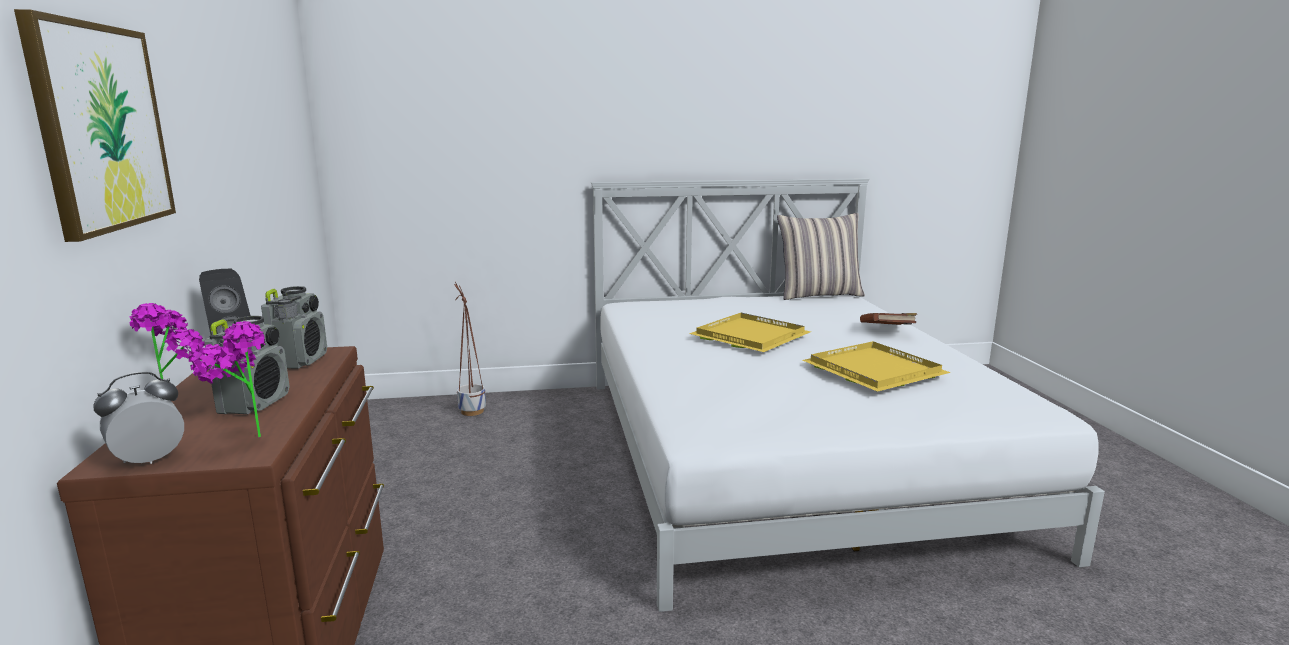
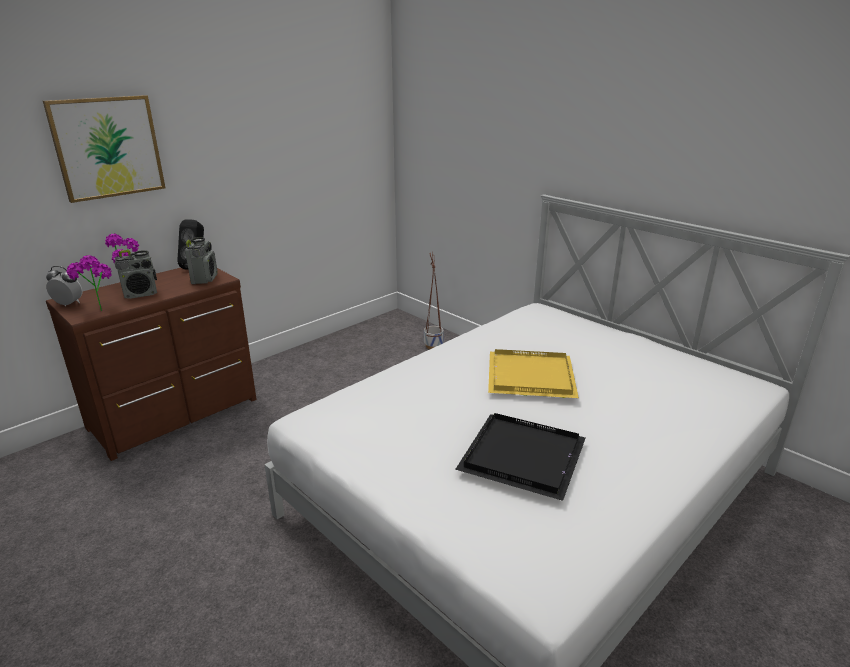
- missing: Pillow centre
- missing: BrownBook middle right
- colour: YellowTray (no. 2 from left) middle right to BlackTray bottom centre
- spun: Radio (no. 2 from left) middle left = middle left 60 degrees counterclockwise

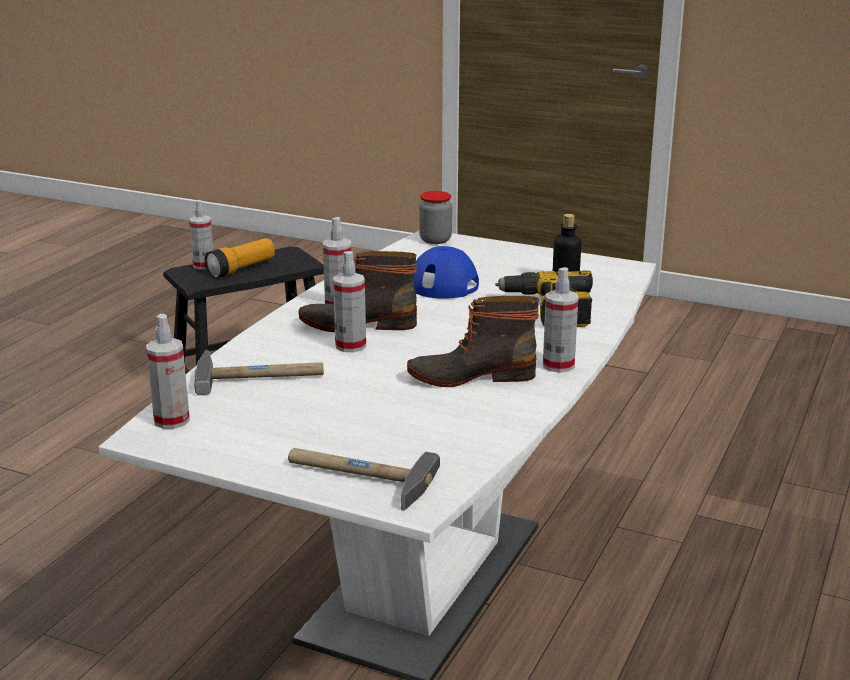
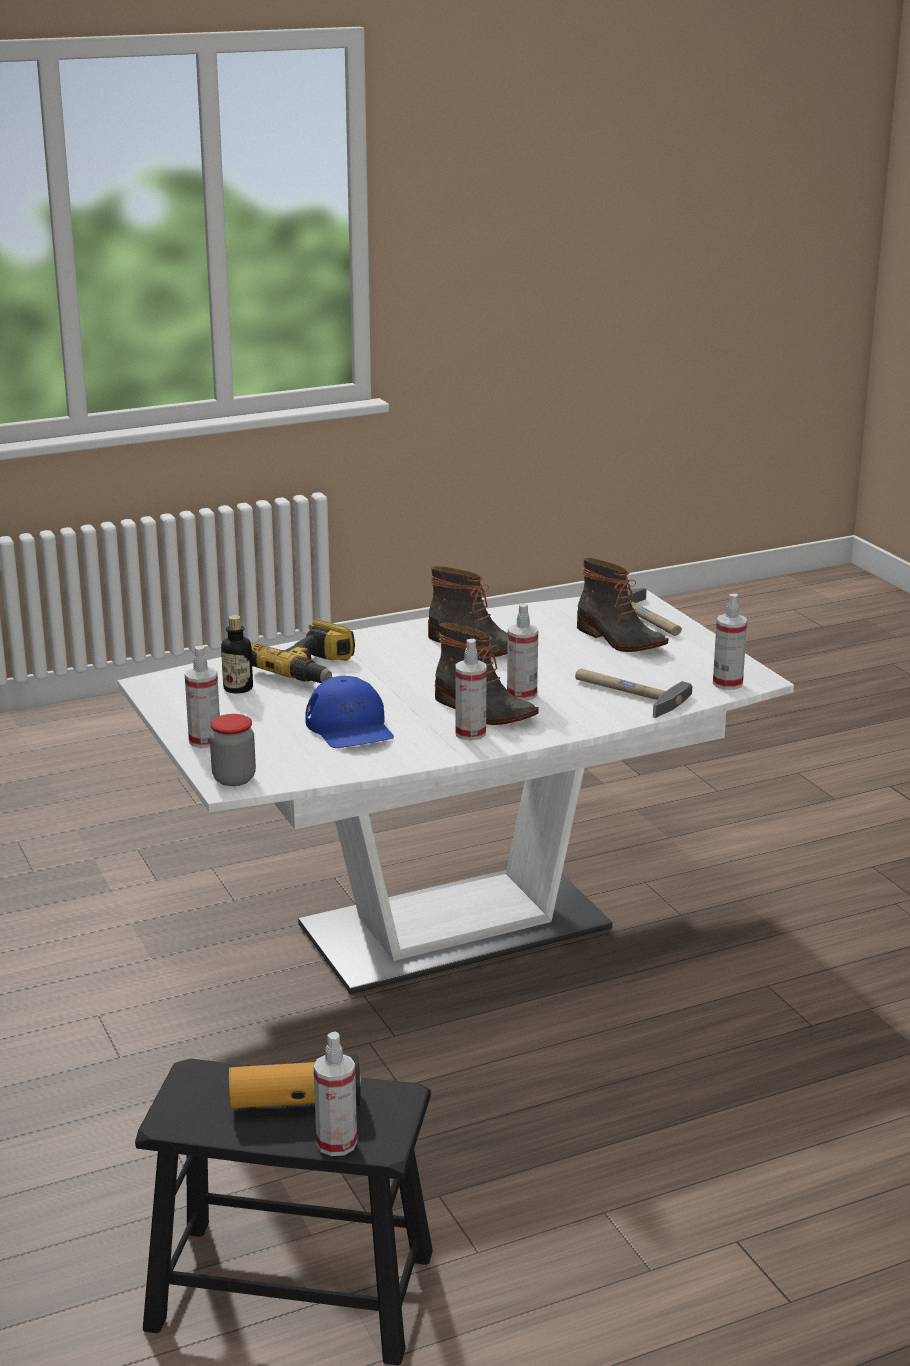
- appeared: Boot (no. 3 from left) middle right
- relocated: SprayBottle (no. 5 from left in the first image) centre to SprayBottle (no. 1 from left) middle left

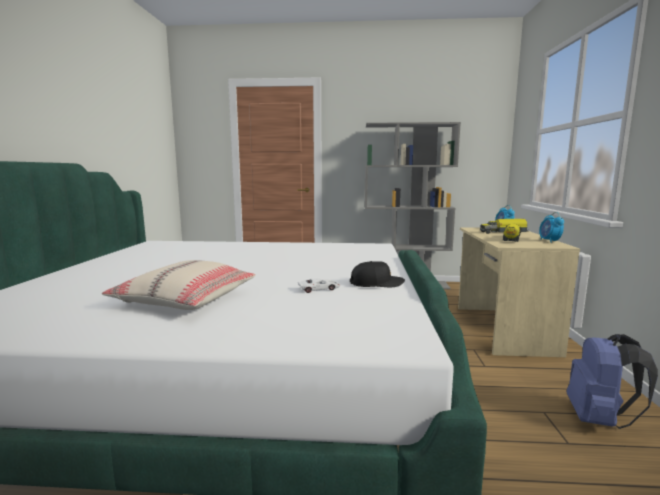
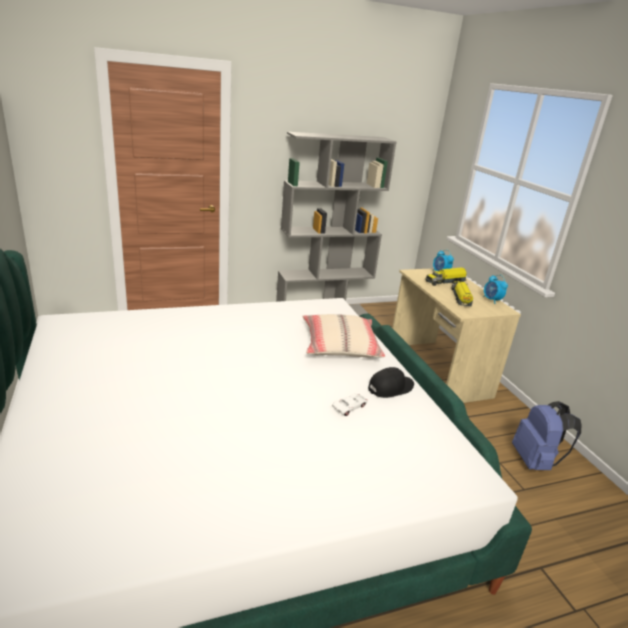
- relocated: BeigePillow middle left to centre

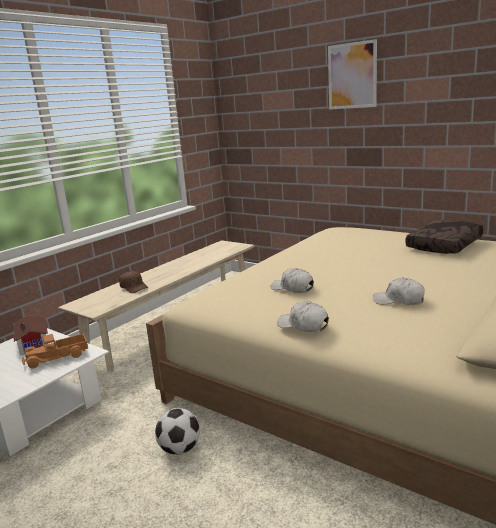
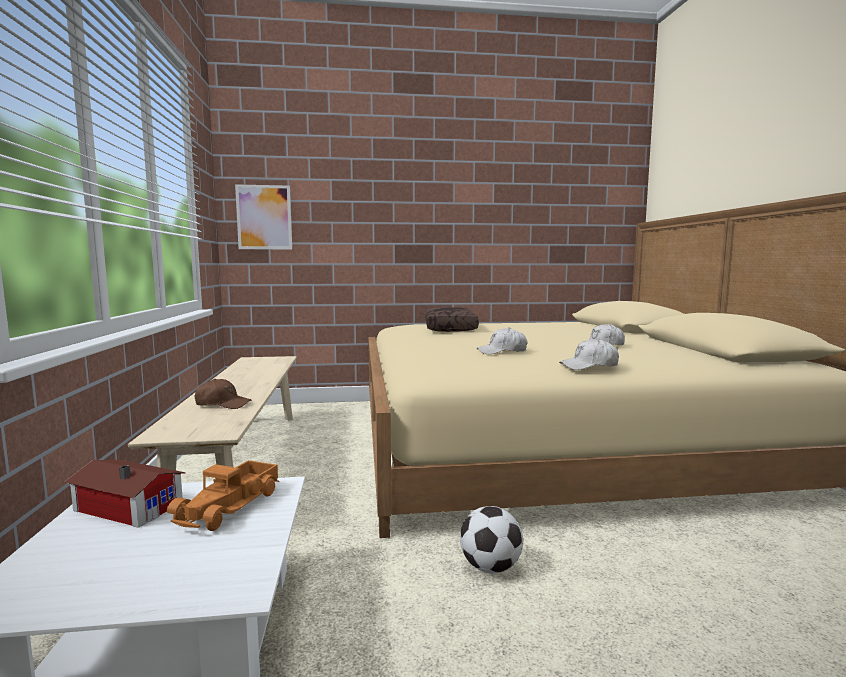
- relocated: Picture top right to top left
- relocated: BrownPillow middle right to centre

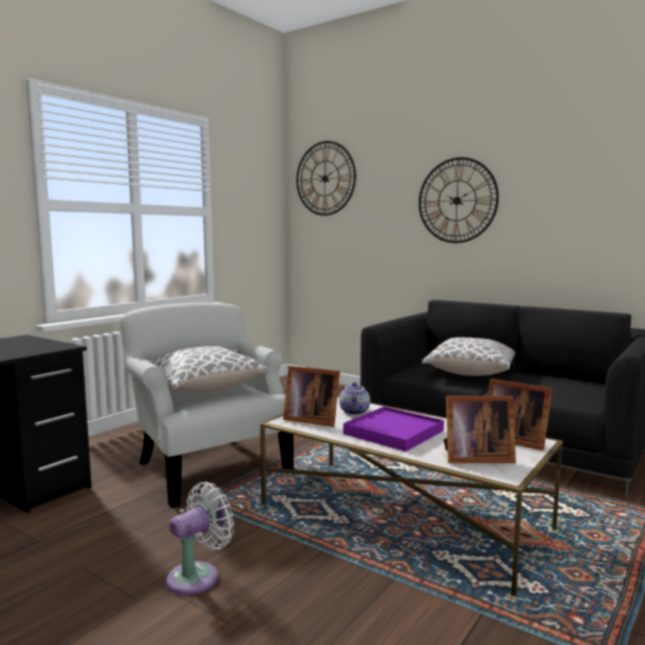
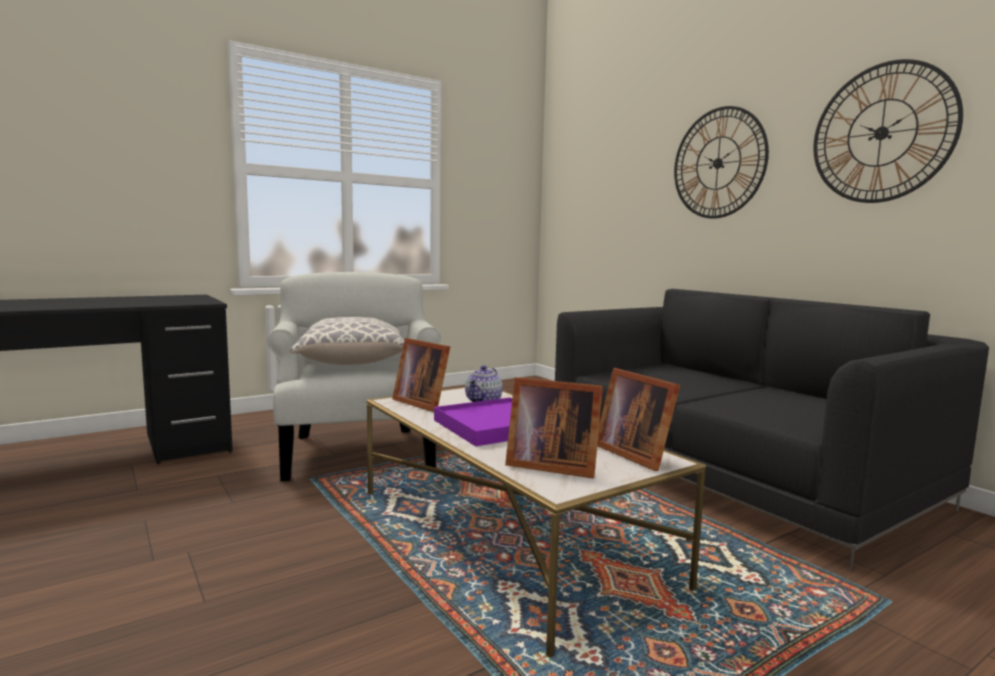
- missing: WhiteFan bottom left
- missing: Pillow (no. 2 from left) middle right
- relocated: WallClock (no. 1 from left in the first image) top centre to WallClock (no. 2 from left) top right

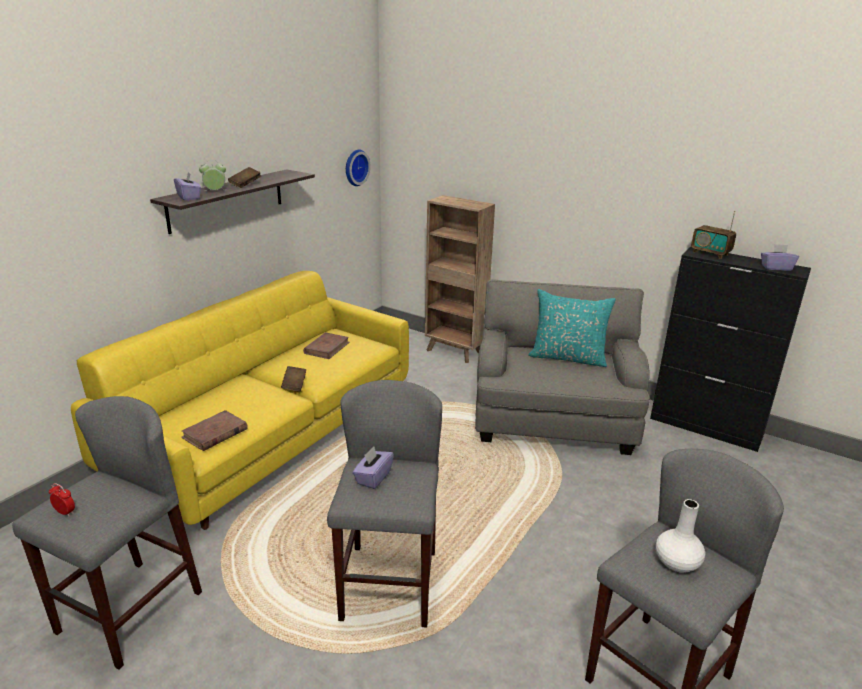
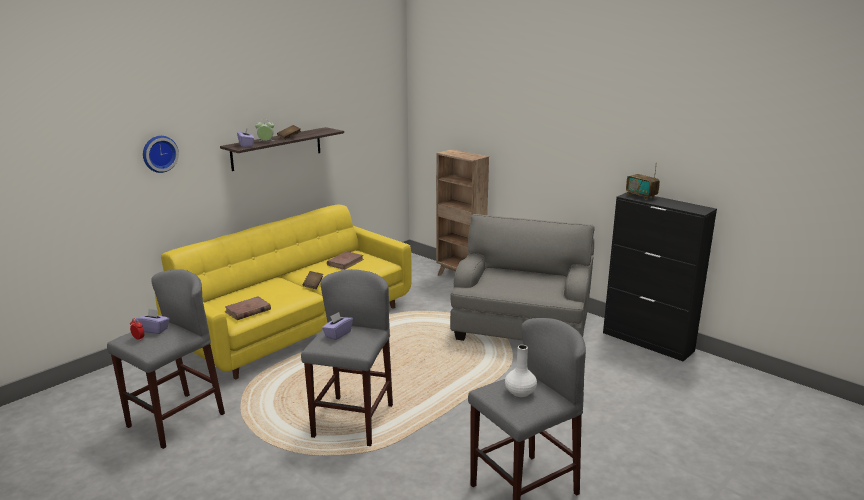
- missing: TurquoisePillow centre
- relocated: WallClock top centre to top left
- relocated: PurpleTissueBox (no. 3 from left in the first image) middle right to PurpleTissueBox (no. 1 from left) middle left

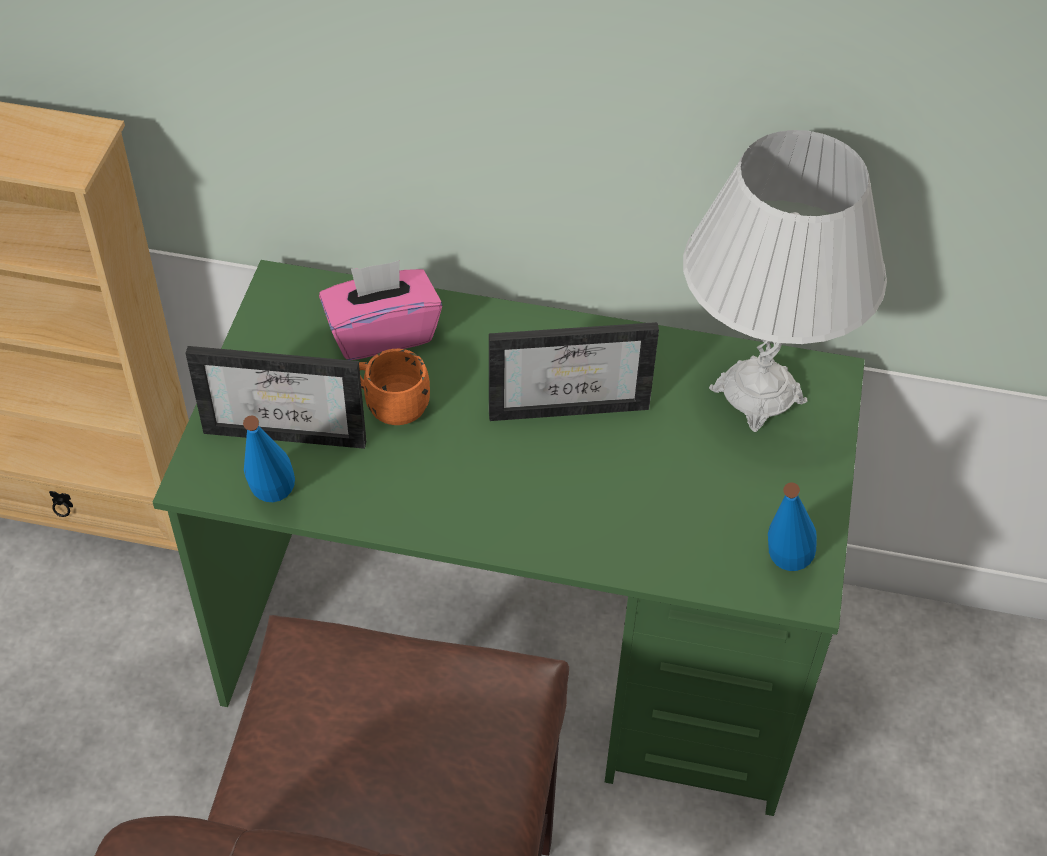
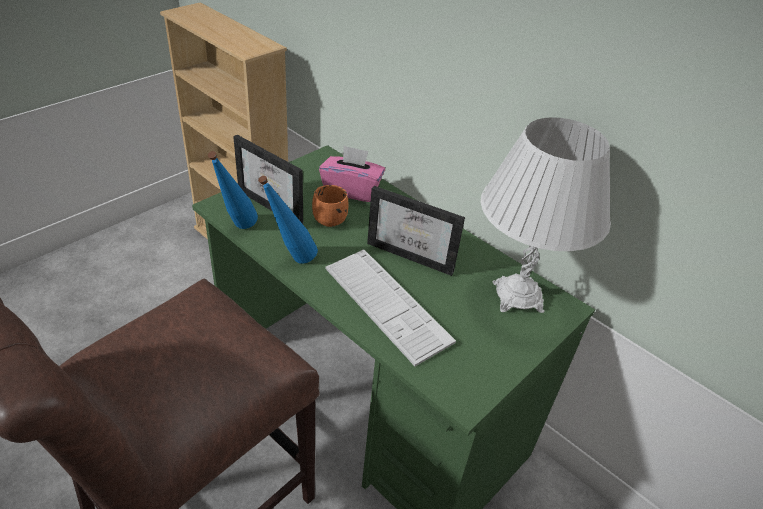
- appeared: Keyboard centre
- relocated: BlueBottle (no. 2 from left) middle right to centre

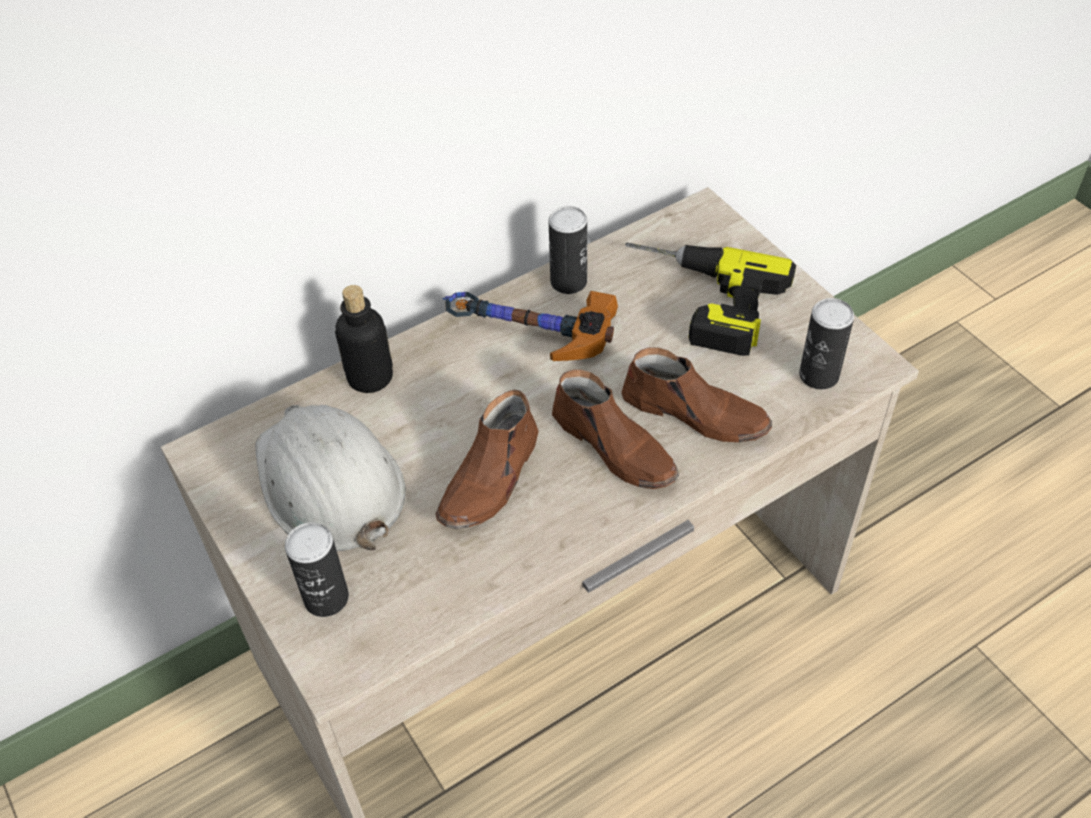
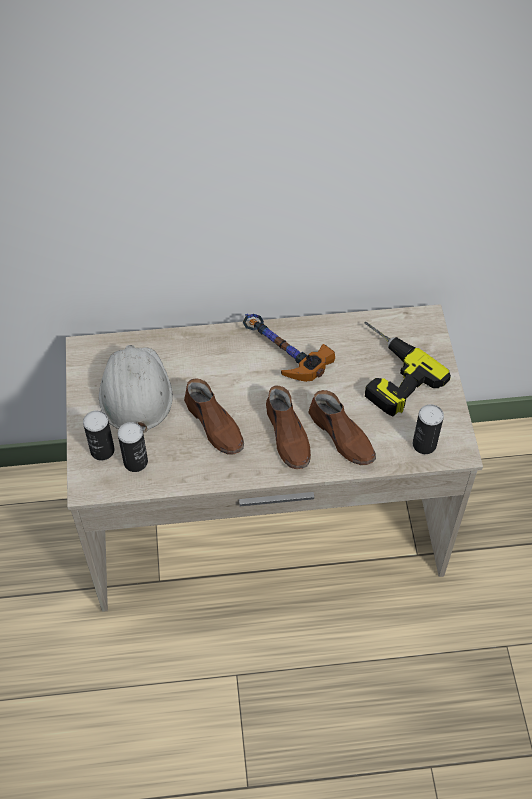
- missing: Bottle centre
- relocated: Can (no. 2 from left) top centre to middle left
- spun: BrownShoe (no. 1 from left) centre = centre 90 degrees counterclockwise

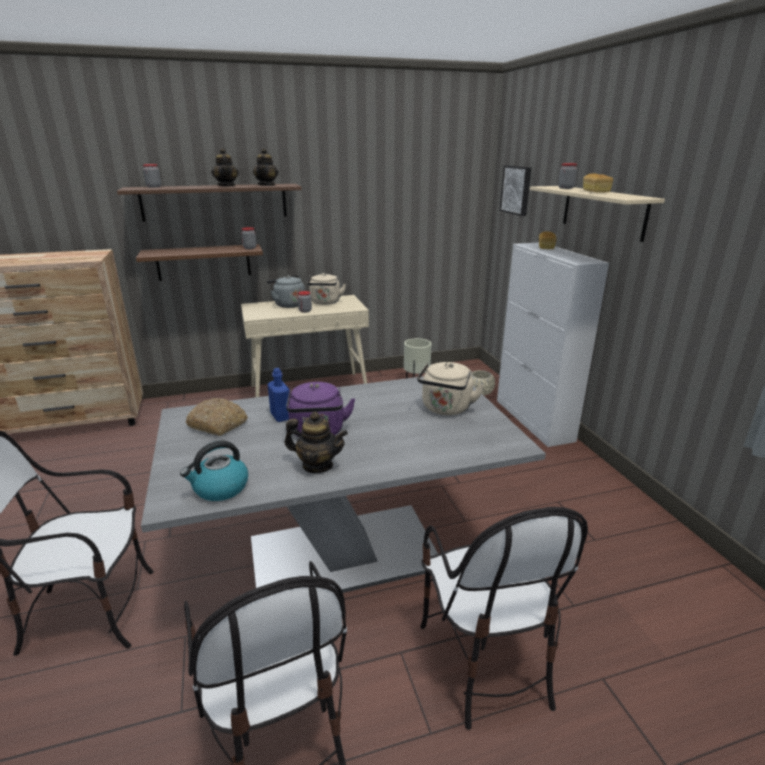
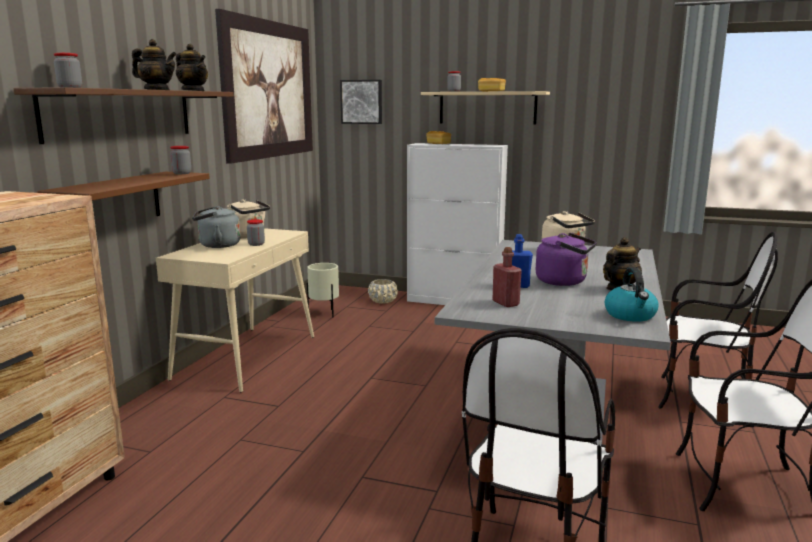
- appeared: Picture (no. 1 from left) top left
- exchanged: Bread (no. 1 from left) middle left to RedBottle centre

